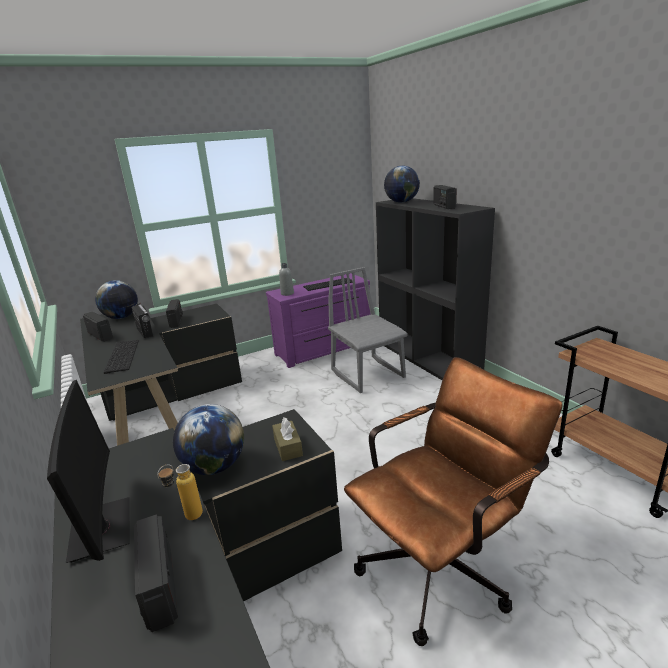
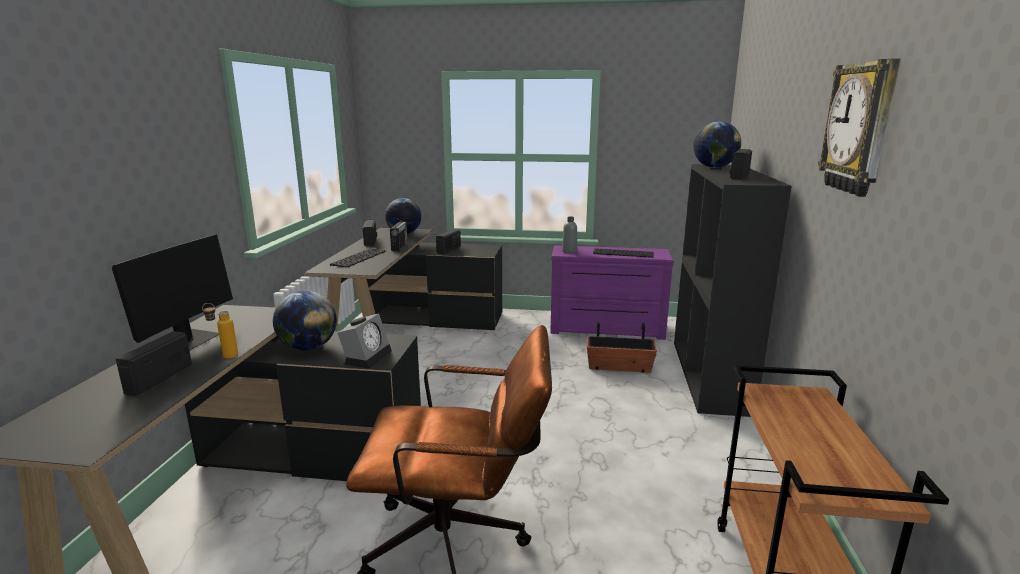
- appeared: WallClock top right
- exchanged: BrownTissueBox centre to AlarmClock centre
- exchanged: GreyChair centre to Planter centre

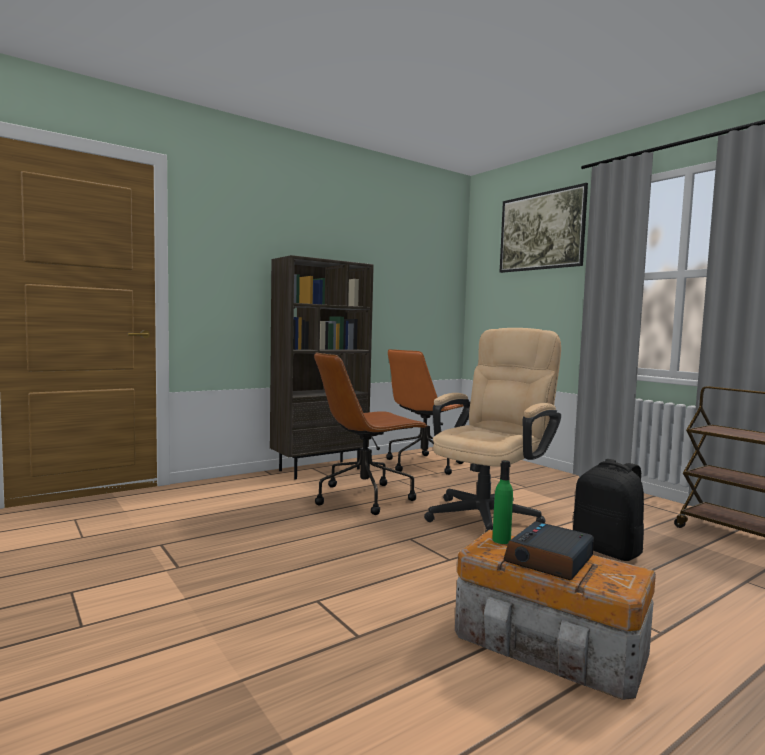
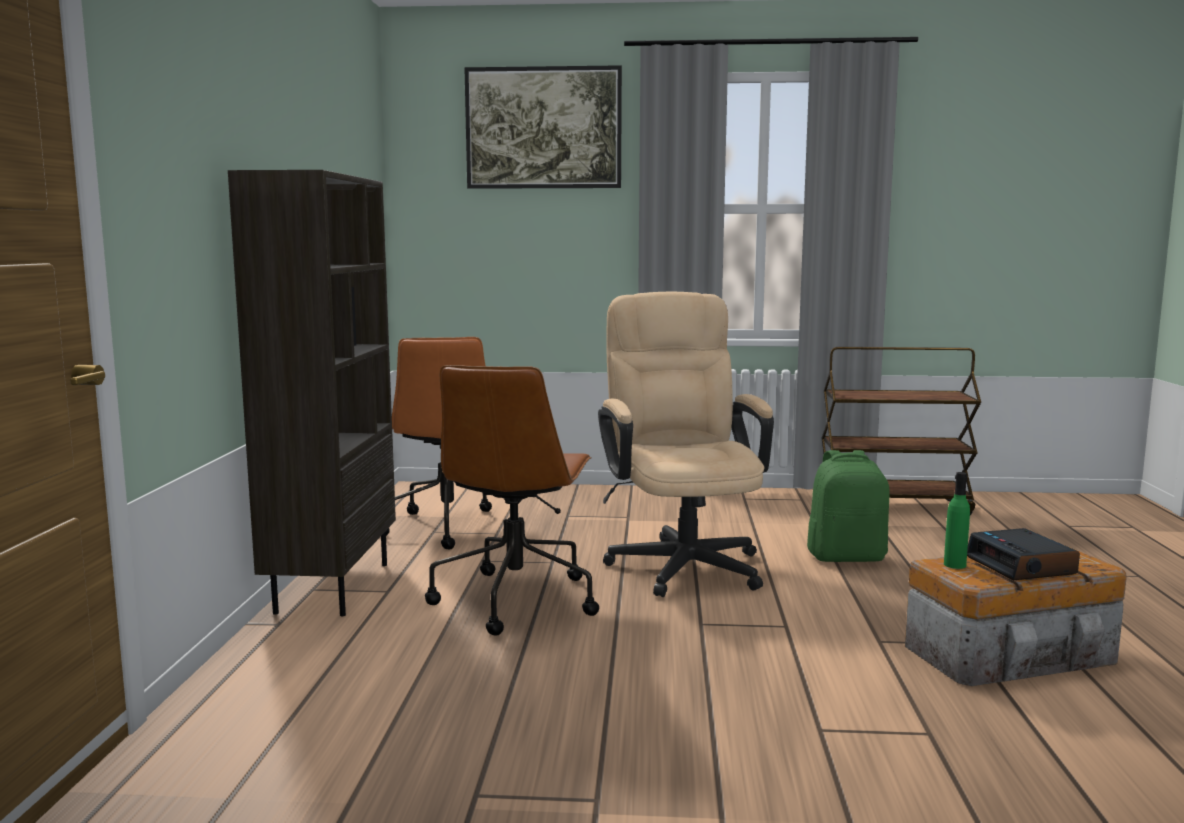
- colour: BlackBackpack bottom right to GreenBackpack middle right

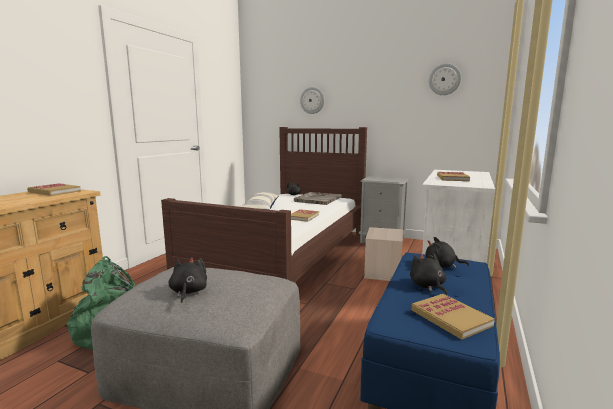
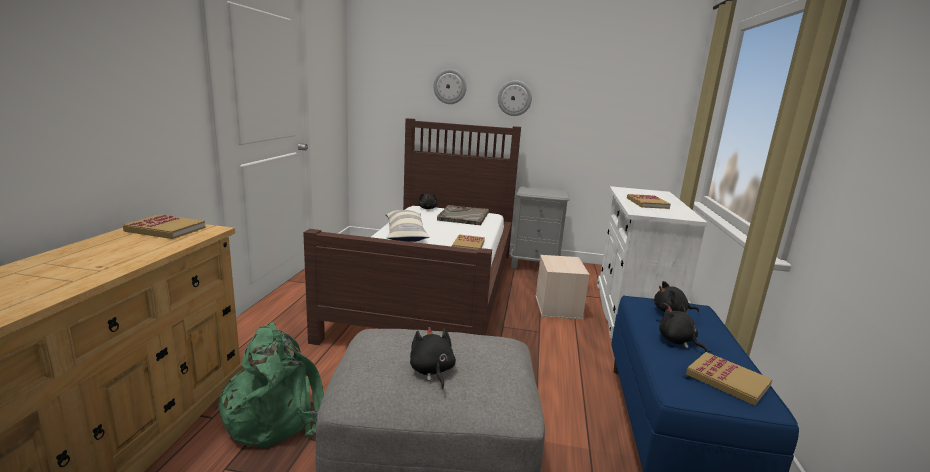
- relocated: WallClock (no. 2 from left) top right to top centre

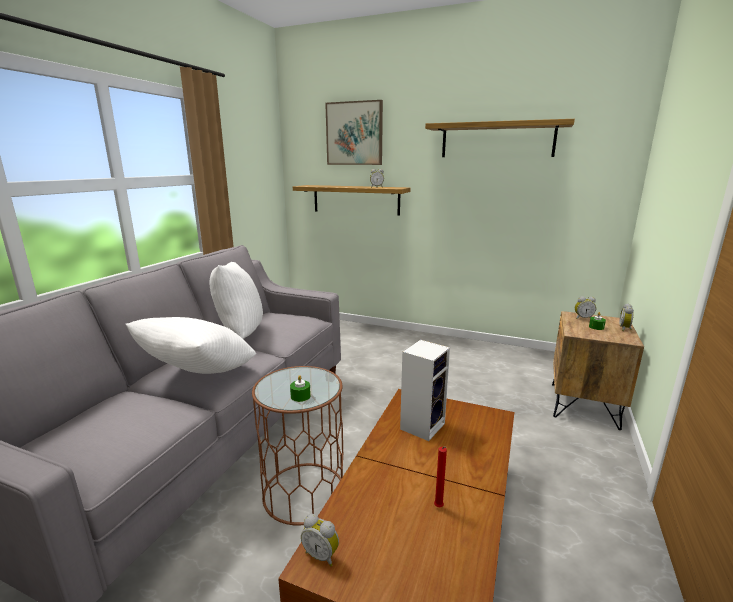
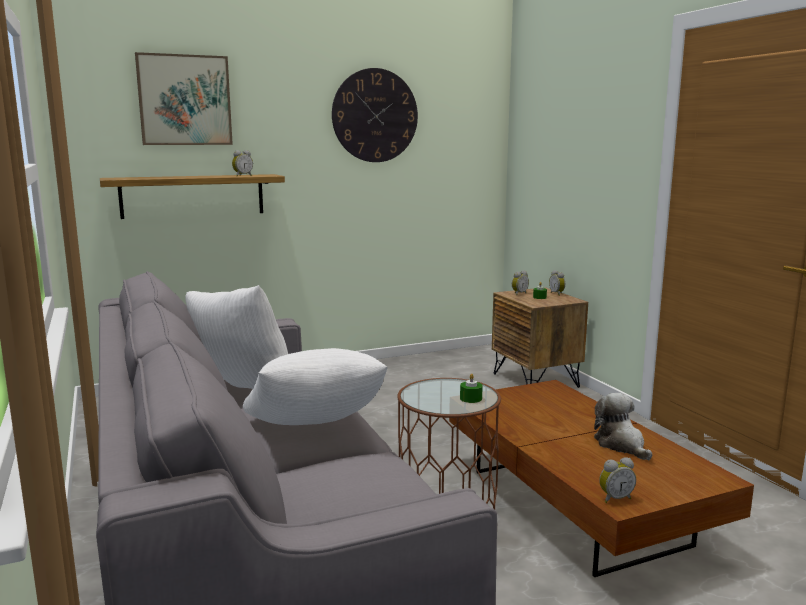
- missing: Speaker centre
- exchanged: Shelf (no. 2 from left) top right to WallClock top centre
- exchanged: RedCandle bottom centre to PlushToy bottom right

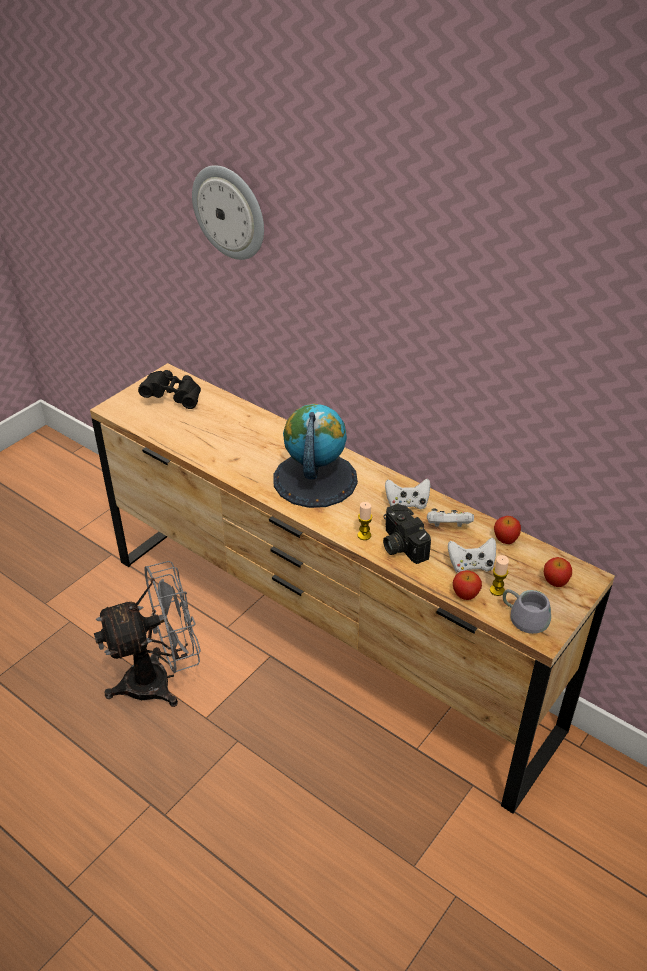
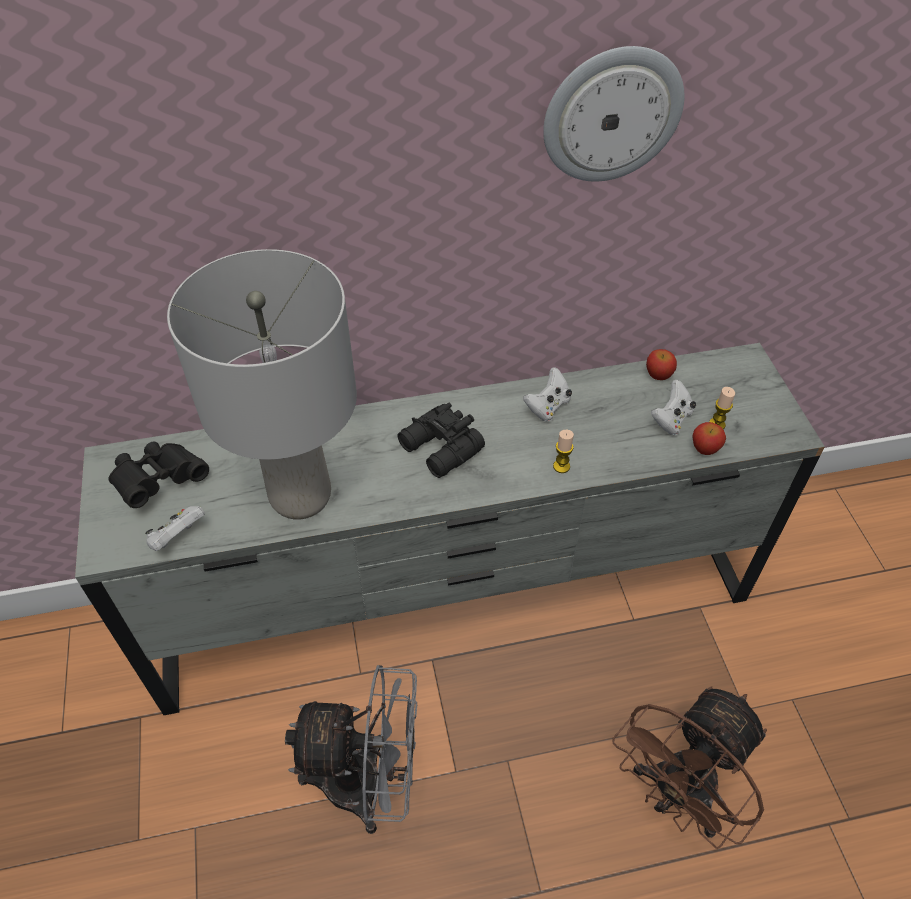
- missing: PhotoCamera centre
- missing: GreyMug middle right
- missing: Apple (no. 3 from left) middle right
- appeared: GreyTableLamp middle left
- appeared: BrownFan bottom right
- relocated: WallClock top centre to top right
- relocated: WhiteGameController (no. 2 from left in the first image) middle right to WhiteGameController (no. 1 from left) middle left
- exchanged: Globe centre to BlackBinoculars (no. 2 from left) centre
- colour: BrownDresser centre to GreyDresser centre
- spun: GreyFan middle left = bottom centre 75 degrees clockwise

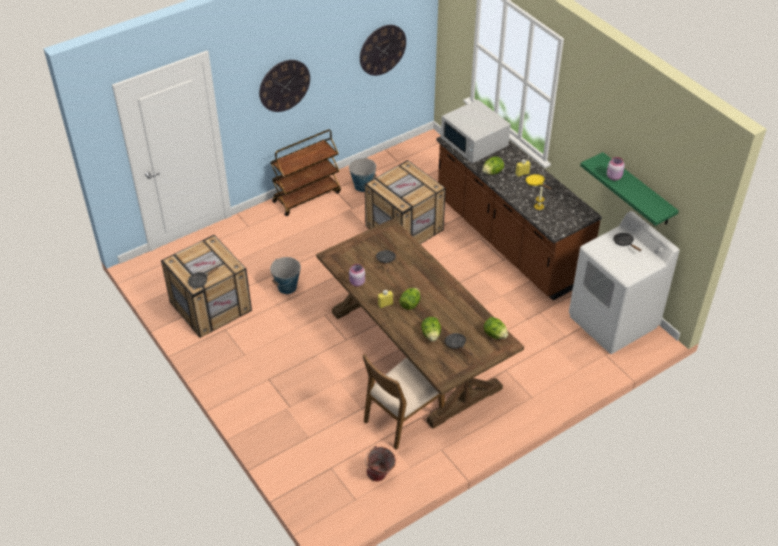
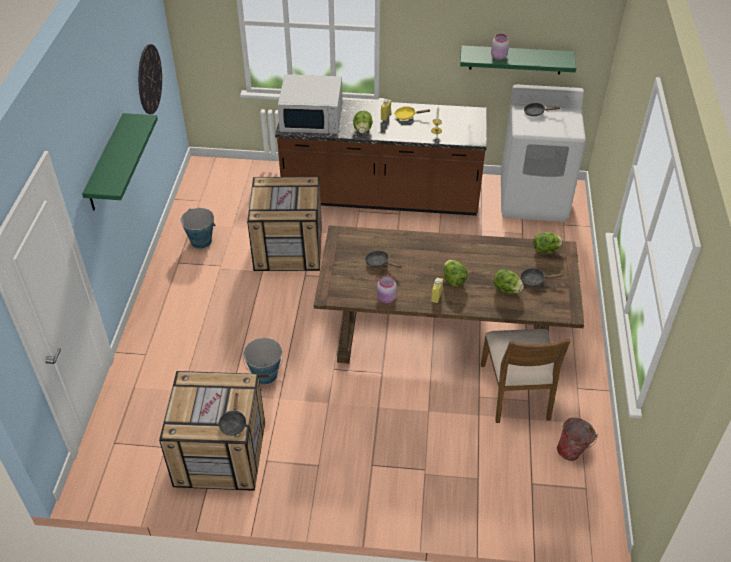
- missing: BrownCart top centre
- exchanged: WallClock (no. 1 from left) top centre to GreenShelf (no. 1 from left) top left

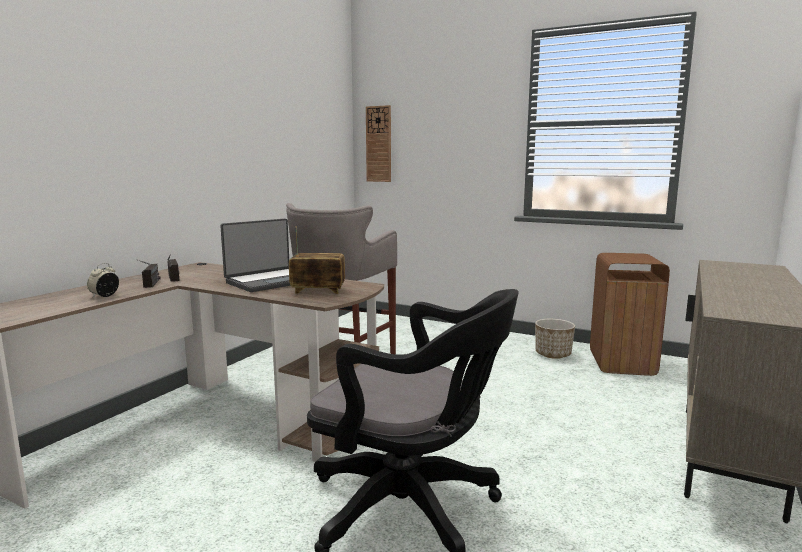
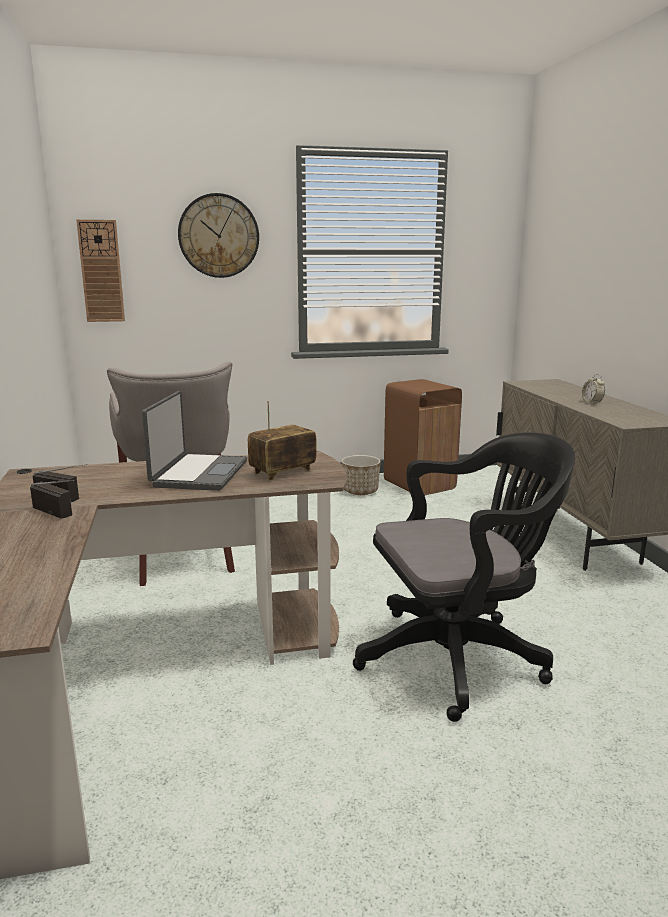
- appeared: WallClock (no. 2 from left) top left
- relocated: AlarmClock middle left to middle right

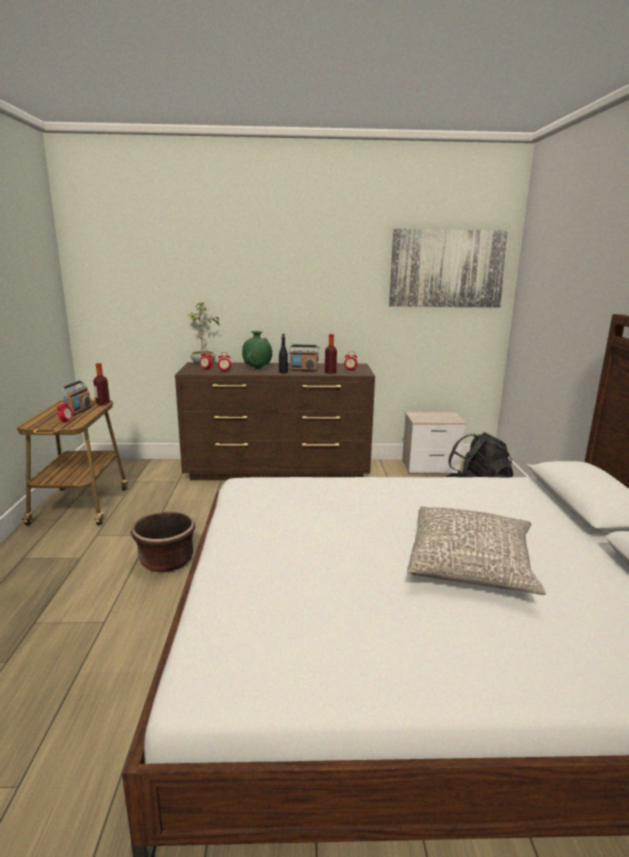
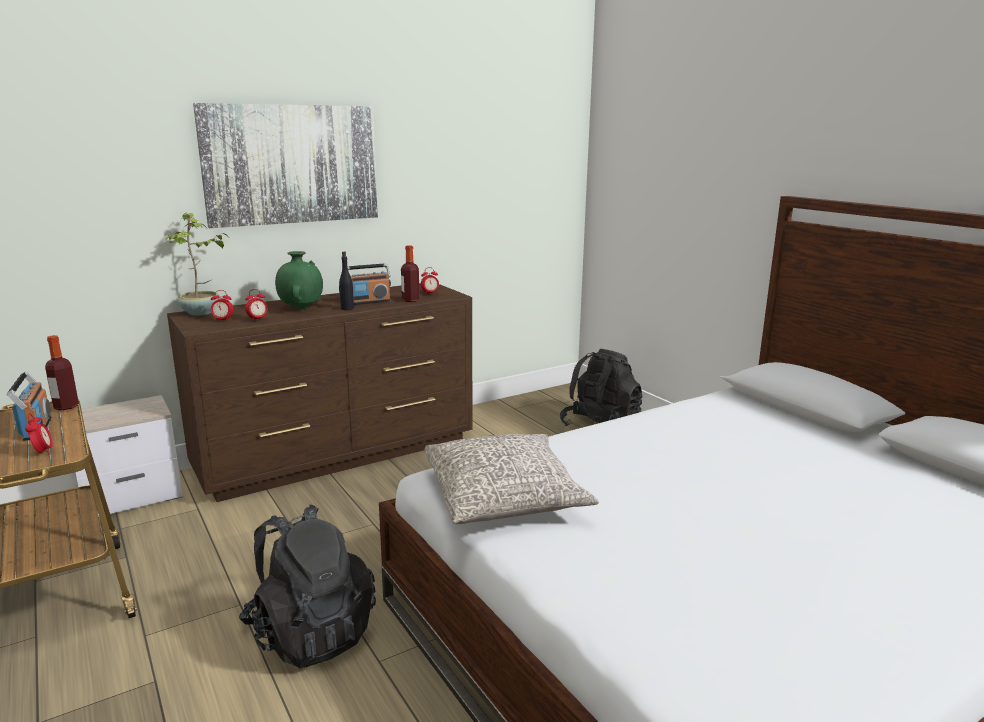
- relocated: Picture top right to top left
- relocated: Nightstand middle right to middle left
- relocated: GreyPillow middle right to centre
- exchanged: BrownPlanter middle left to BlackBackpack (no. 1 from left) bottom left

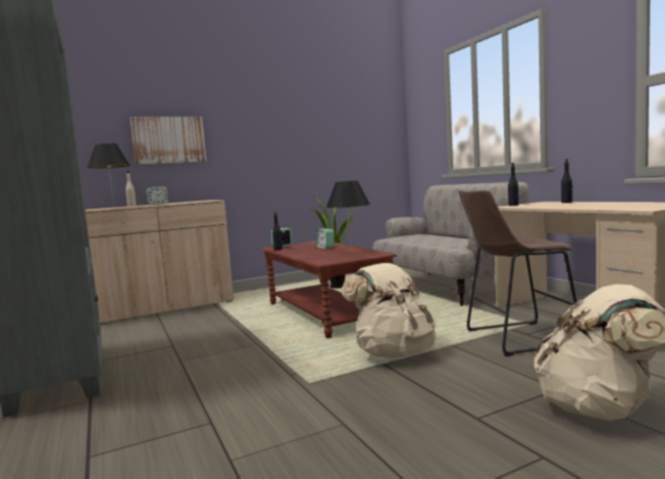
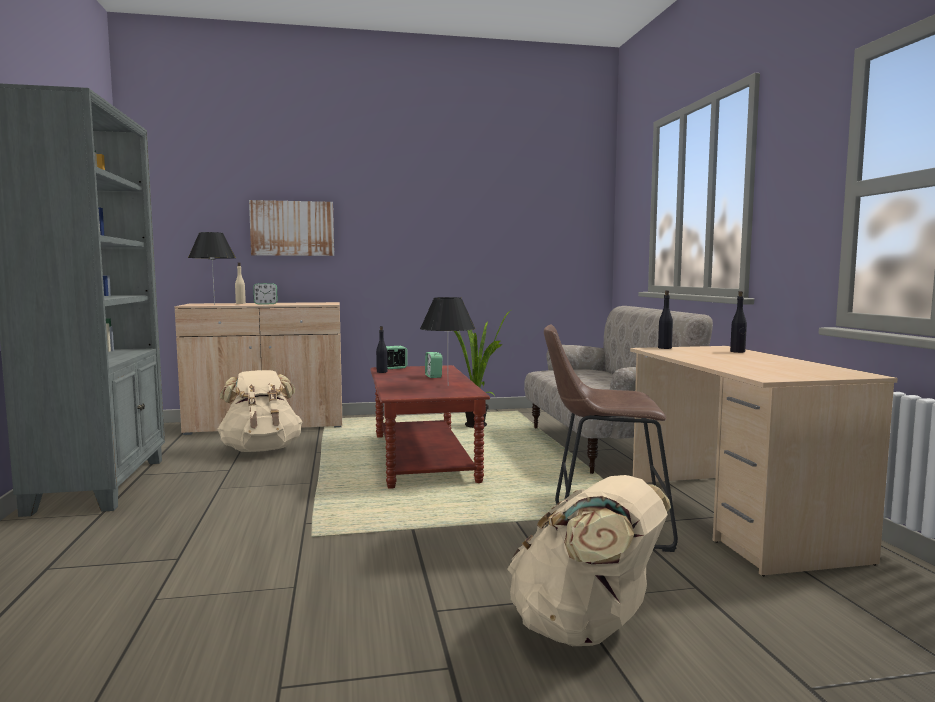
- relocated: BeigeBackpack (no. 1 from left) centre to middle left

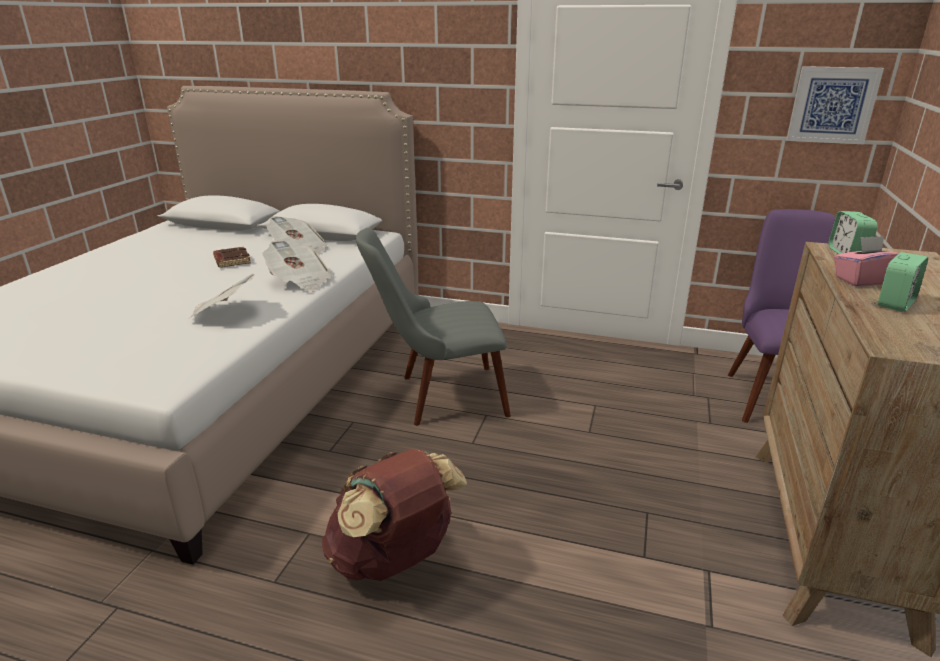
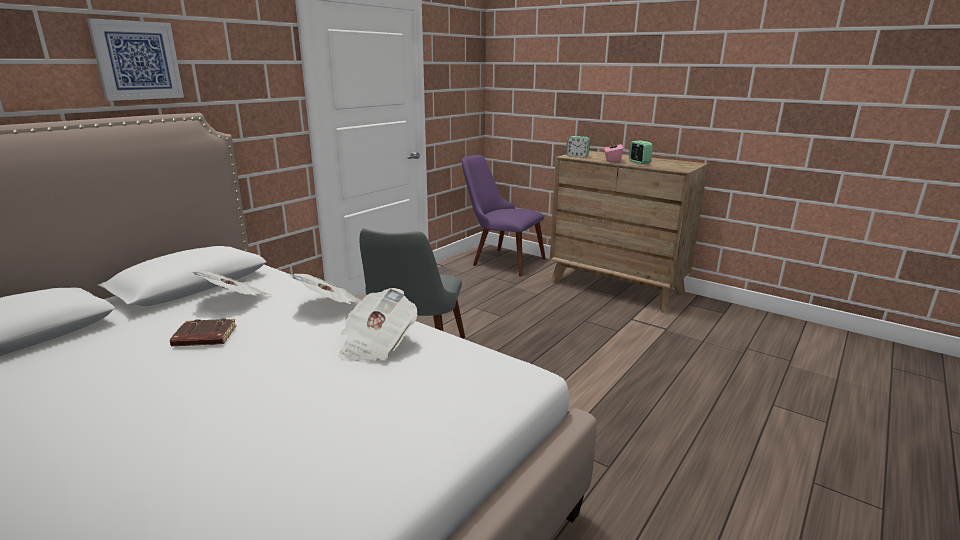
- missing: BrownBackpack bottom centre
- relocated: Picture top right to top left

